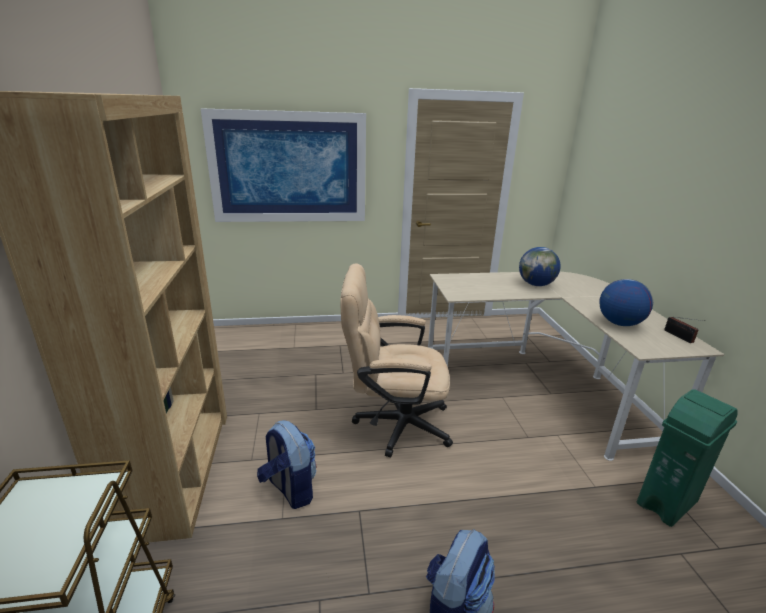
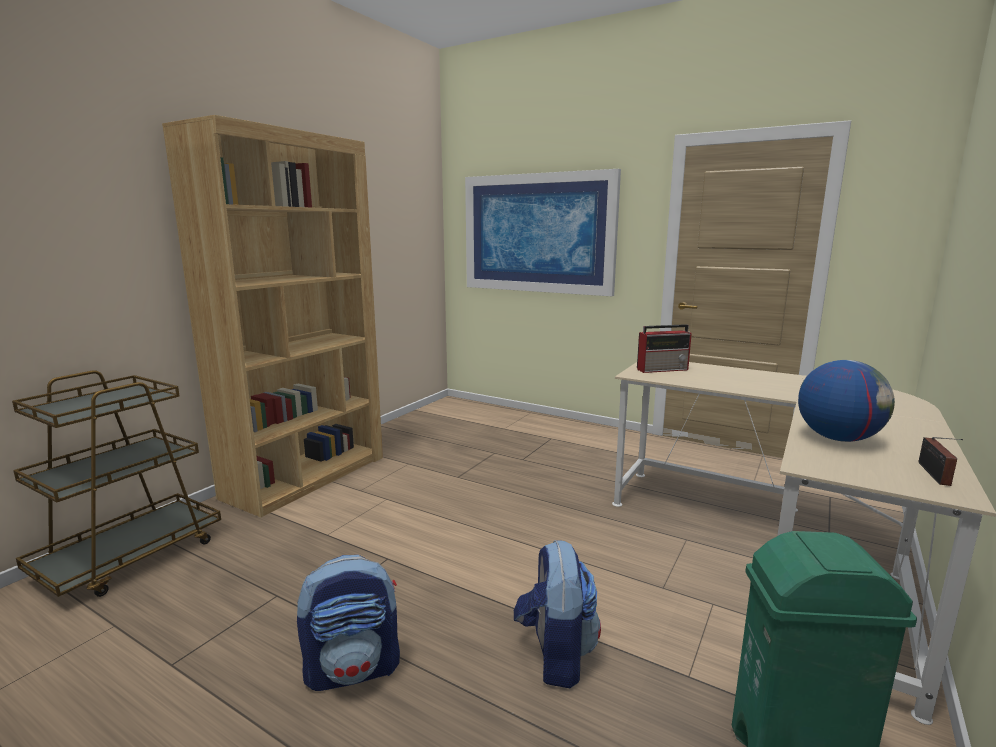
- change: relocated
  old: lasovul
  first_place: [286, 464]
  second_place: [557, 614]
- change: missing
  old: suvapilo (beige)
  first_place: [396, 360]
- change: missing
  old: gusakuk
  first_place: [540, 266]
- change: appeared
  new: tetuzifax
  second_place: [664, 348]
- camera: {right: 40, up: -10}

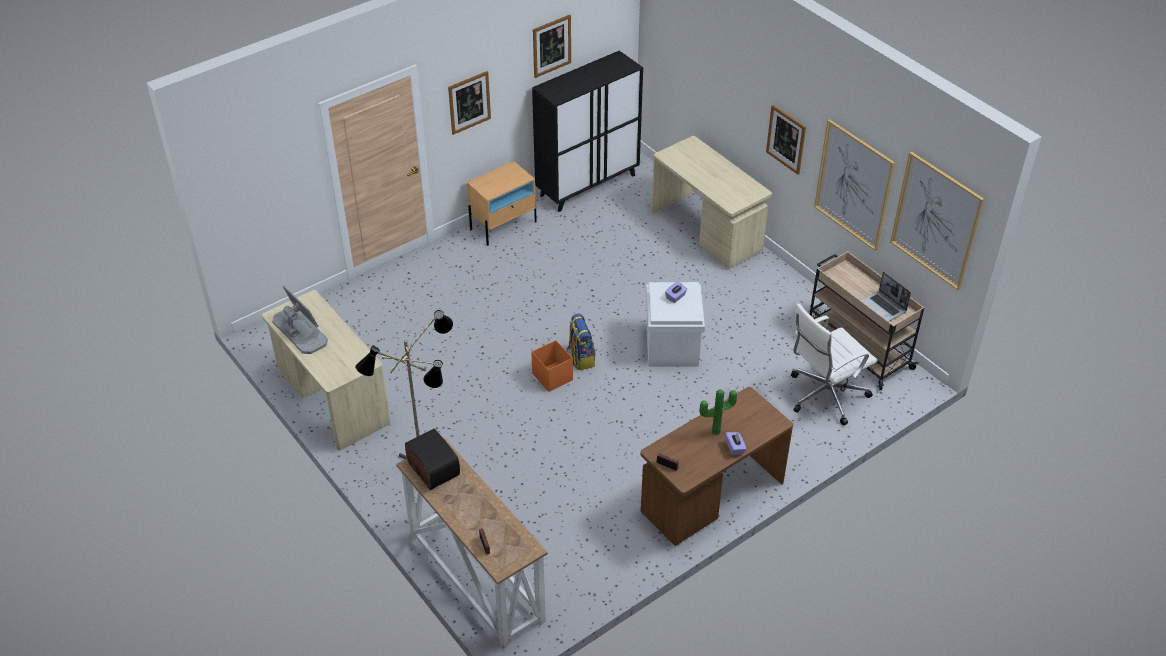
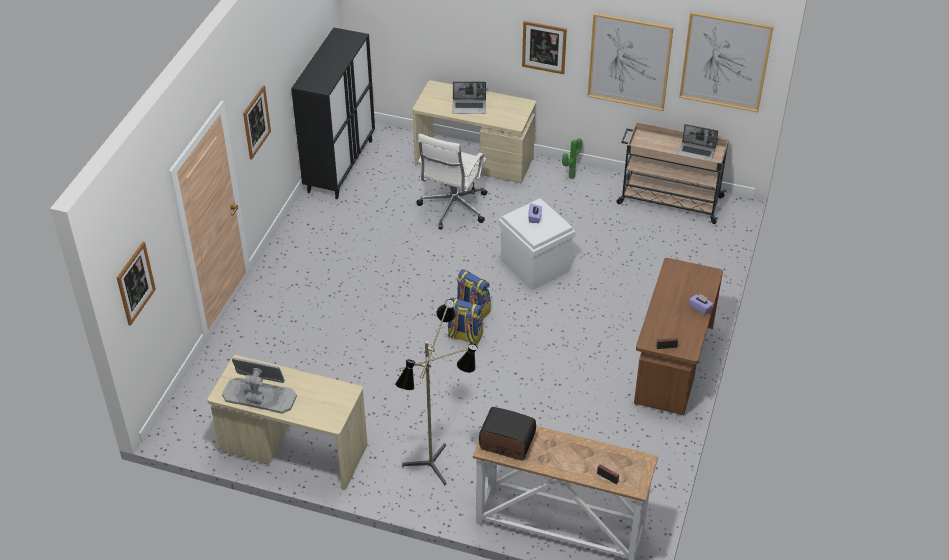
- change: missing
  old: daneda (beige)
  first_place: [502, 203]
- change: exchanged
  old: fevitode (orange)
  new: lasovul
  first_place: [552, 366]
  second_place: [465, 321]
- change: relocated
  old: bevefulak
  first_place: [552, 46]
  second_place: [136, 284]
- change: relocated
  old: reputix
  first_place: [718, 412]
  second_place: [572, 158]
- change: relocated
  old: suvapilo (white)
  first_place: [834, 364]
  second_place: [451, 181]
- change: appeared
  new: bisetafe
  second_place: [469, 97]
- camera: {right: -35, up: 0}

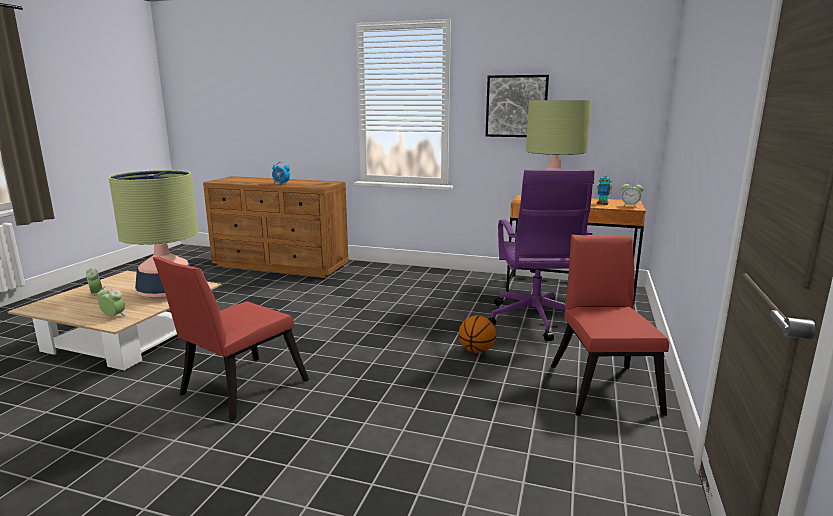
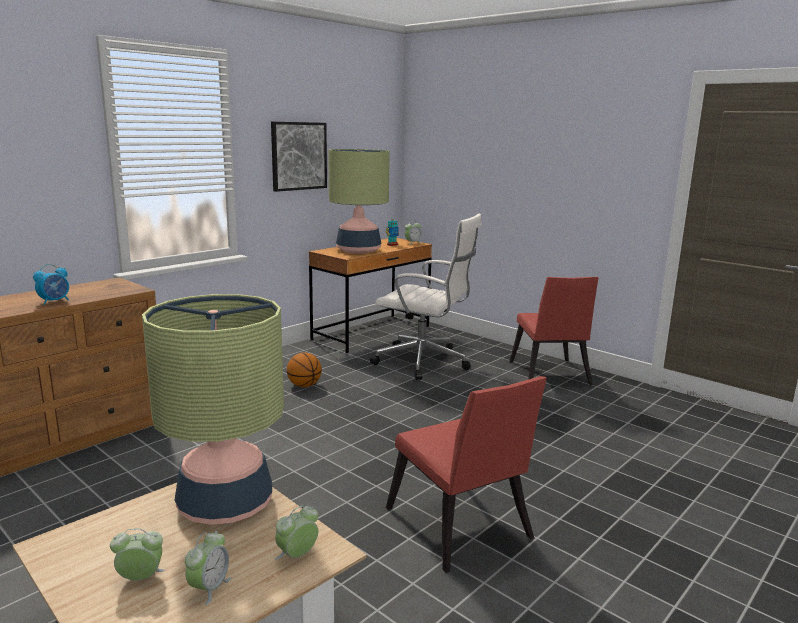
- change: relocated
  old: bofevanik
  first_place: [477, 334]
  second_place: [304, 370]
- change: colour
  old: suvapilo (purple)
  new: suvapilo (white)
  first_place: [541, 255]
  second_place: [426, 297]
- change: spun
  old: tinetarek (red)
  first_place: [610, 325]
  second_place: [554, 331]
  degrees: -120
- change: appeared
  new: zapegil
  second_place: [208, 568]
- camera: {right: -65, up: 0}

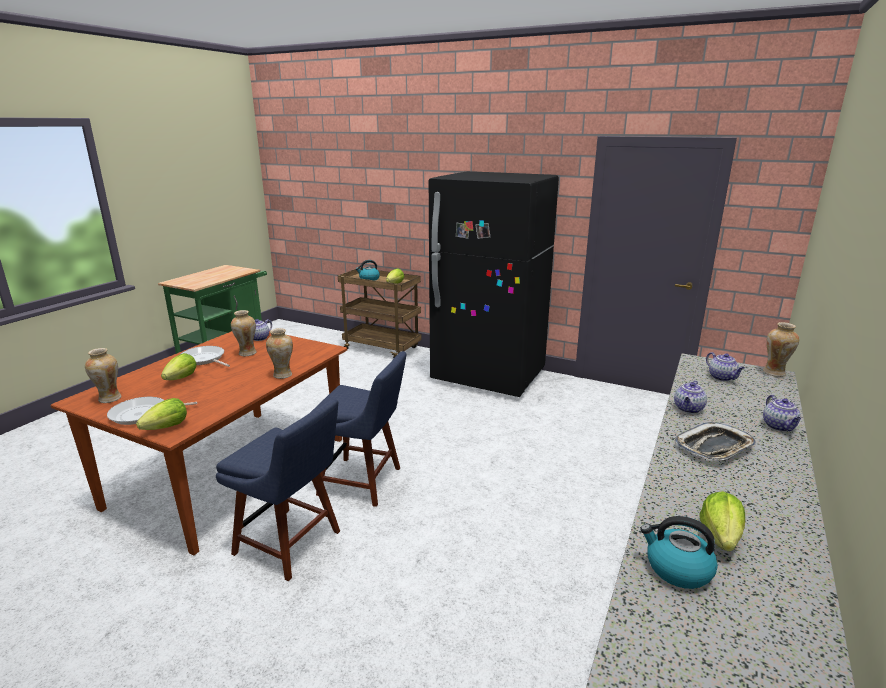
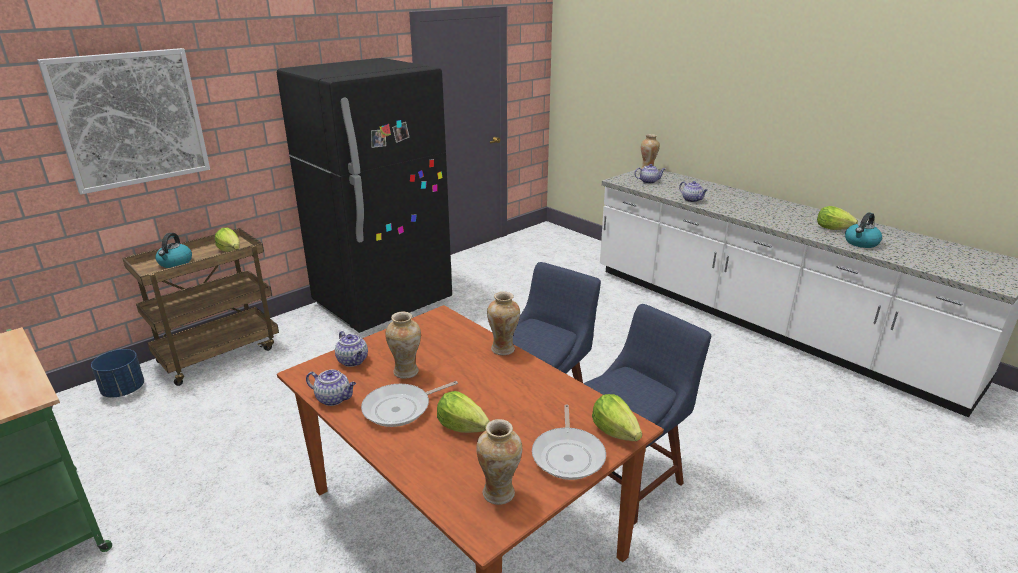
- change: missing
  old: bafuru
  first_place: [715, 441]
- change: relocated
  old: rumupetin
  first_place: [782, 413]
  second_place: [331, 388]
- change: appeared
  new: bevefulak
  second_place: [123, 121]
- change: appeared
  new: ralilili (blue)
  second_place: [117, 373]
- camera: {right: -70, up: 5}

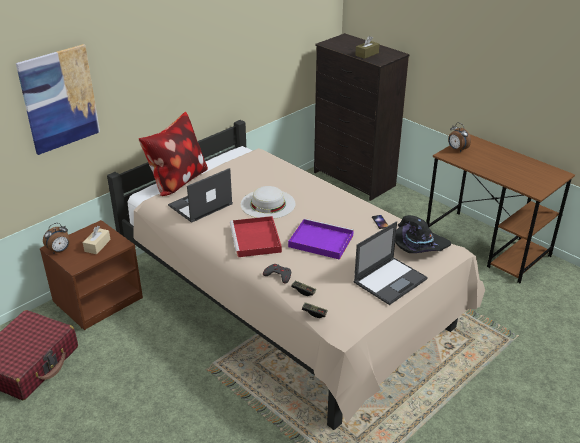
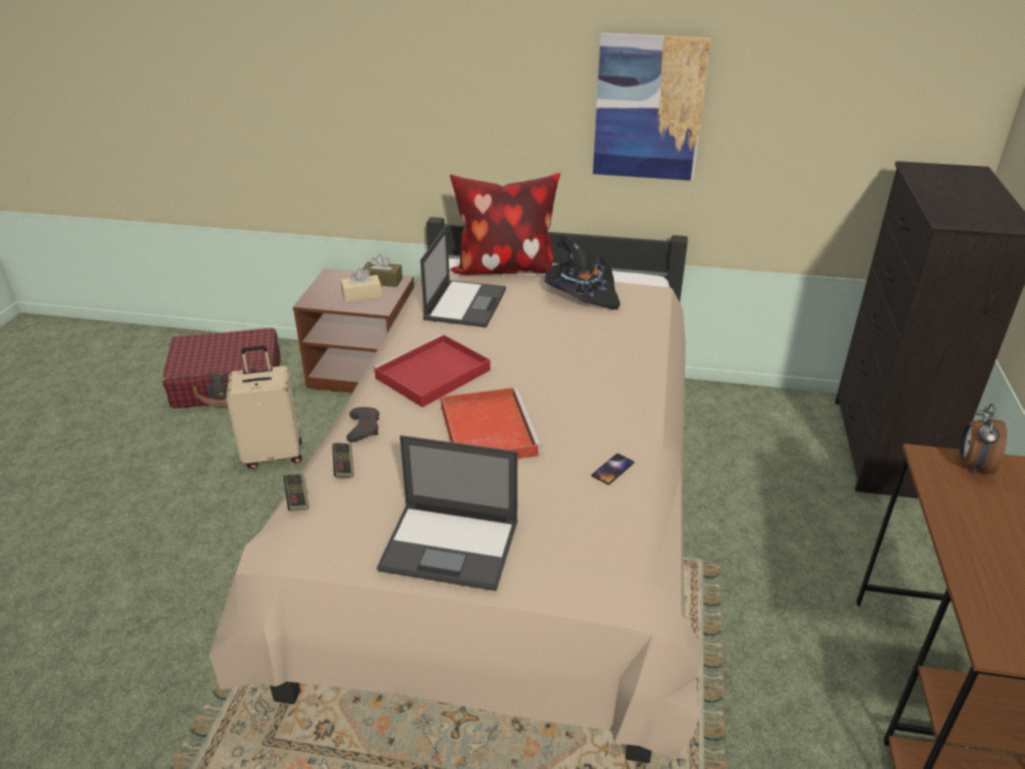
- change: relocated
  old: bevefulak
  first_place: [58, 99]
  second_place: [652, 107]
- change: missing
  old: zapegil
  first_place: [56, 238]
- change: spun
  old: bisetafe
  first_place: [200, 195]
  second_place: [463, 276]
  degrees: 90
- change: missing
  old: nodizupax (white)
  first_place: [268, 202]
- change: colour
  old: bafuru (purple)
  new: bafuru (red)
  first_place: [321, 239]
  second_place: [491, 423]
- change: relocated
  old: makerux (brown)
  first_place: [367, 47]
  second_place: [382, 270]
- change: relocated
  old: nodizupax (black)
  first_place: [423, 234]
  second_place: [582, 272]
- change: appeared
  new: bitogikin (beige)
  second_place: [264, 407]
- camera: {right: 55, up: 0}

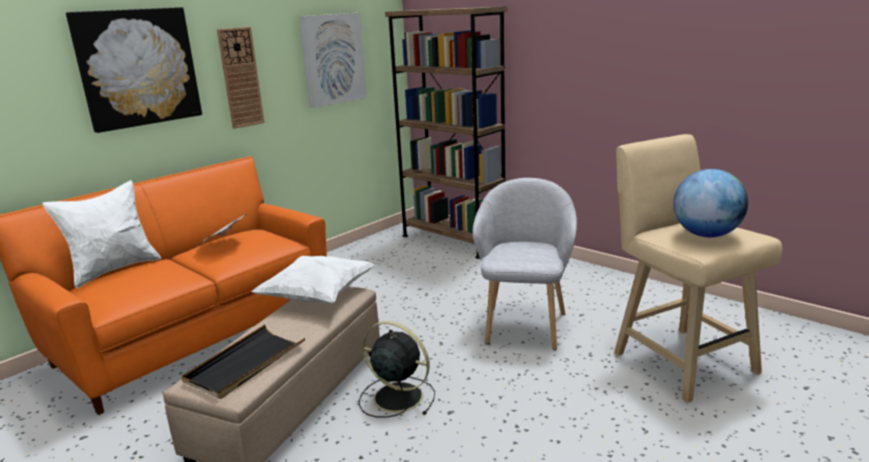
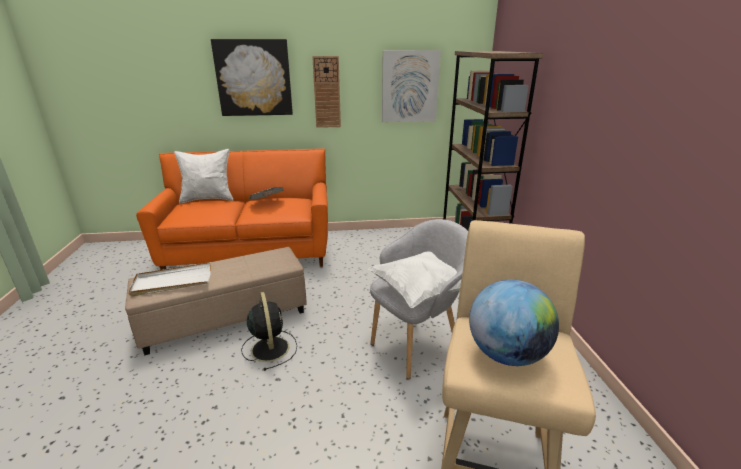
- change: colour
  old: bafuru (black)
  new: bafuru (white)
  first_place: [243, 361]
  second_place: [169, 279]
- change: relocated
  old: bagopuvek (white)
  first_place: [313, 280]
  second_place: [414, 279]
- camera: {right: 40, up: 5}

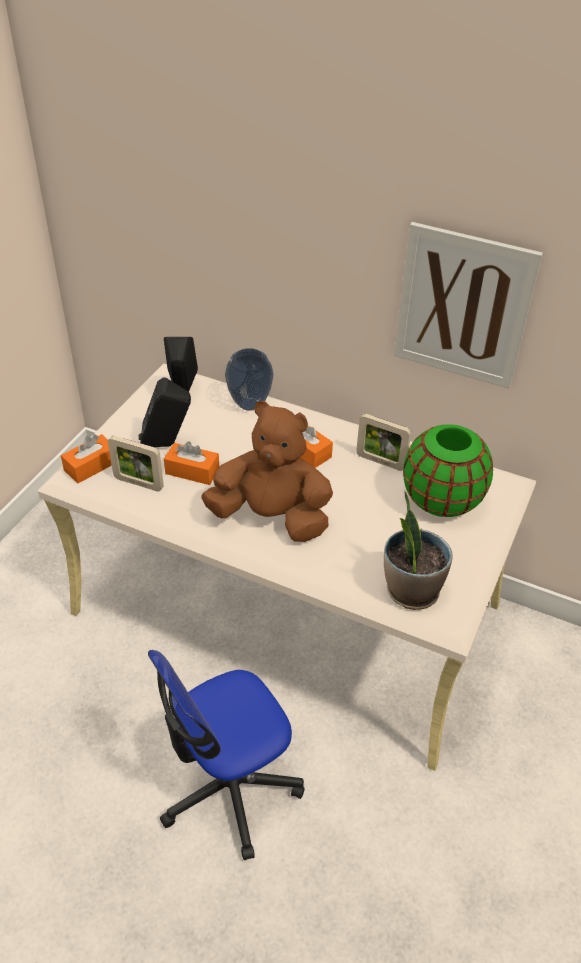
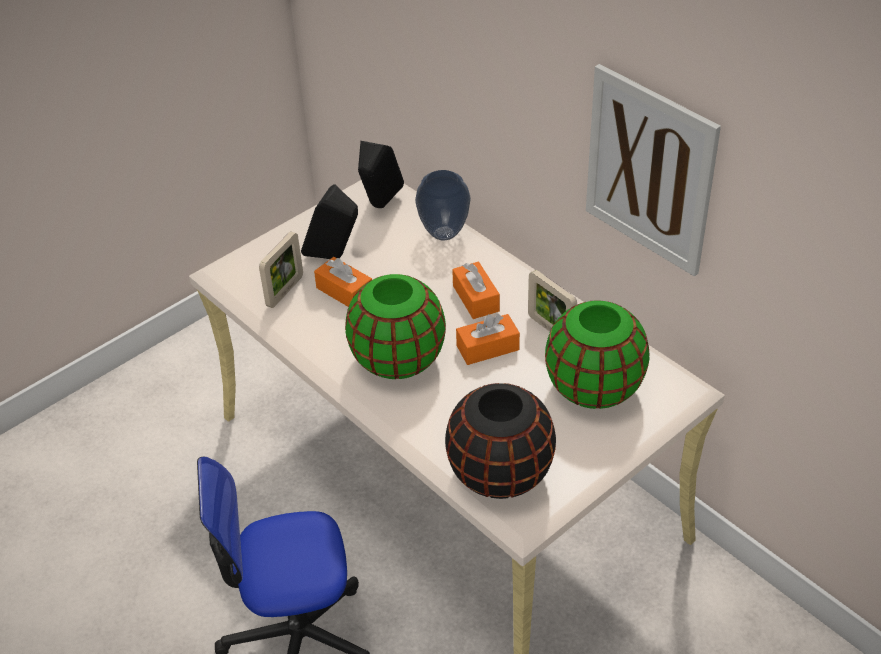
- change: relocated
  old: makerux (orange)
  first_place: [86, 458]
  second_place: [488, 339]
- change: spun
  old: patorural
  first_place: [136, 463]
  second_place: [281, 270]
  degrees: -105
- change: exchanged
  old: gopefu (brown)
  new: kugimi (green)
  first_place: [267, 471]
  second_place: [395, 326]
- change: exchanged
  old: reputix
  new: kugimi (black)
  first_place: [418, 550]
  second_place: [500, 441]
- camera: {right: 25, up: 0}

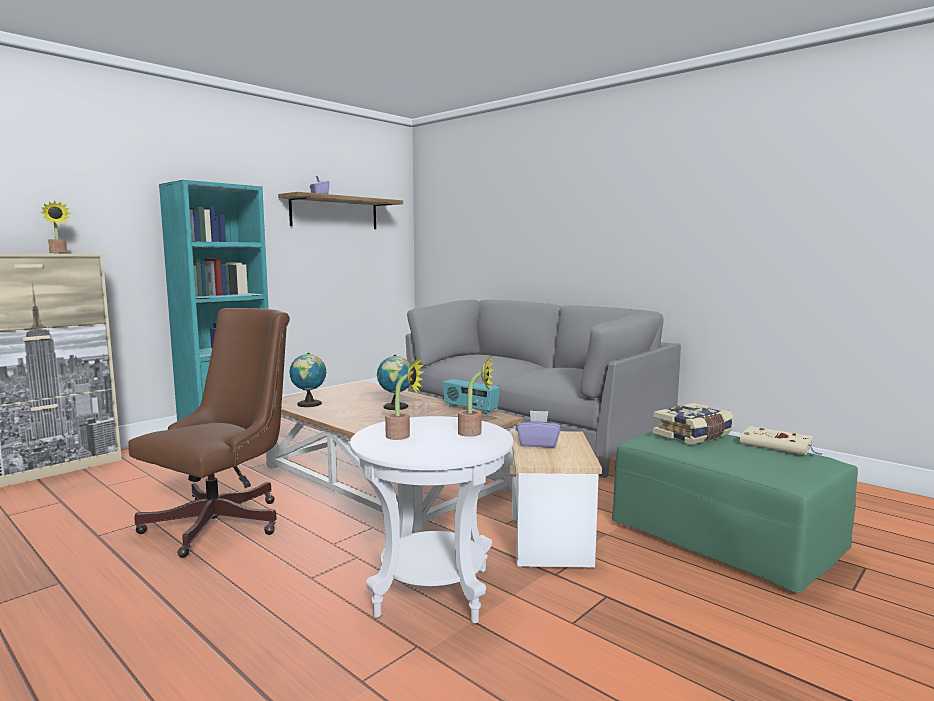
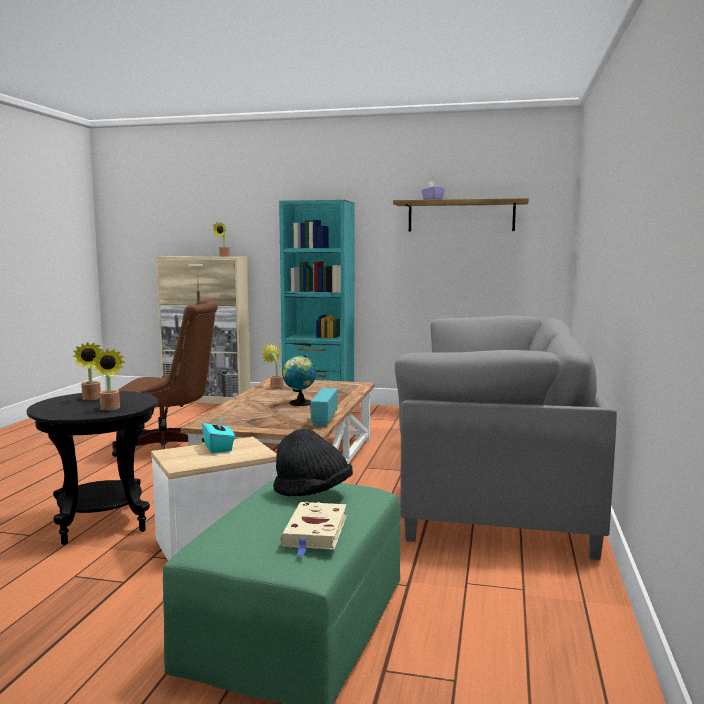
- change: exchanged
  old: gusakuk
  new: reputix
  first_place: [307, 380]
  second_place: [272, 366]
- change: colour
  old: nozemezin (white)
  new: nozemezin (black)
  first_place: [431, 520]
  second_place: [92, 468]
- change: colour
  old: makerux (purple)
  new: makerux (turquoise)
  first_place: [539, 429]
  second_place: [218, 434]
- change: exchanged
  old: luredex
  new: nodizupax (black)
  first_place: [693, 424]
  second_place: [313, 462]
- camera: {right: 60, up: 0}

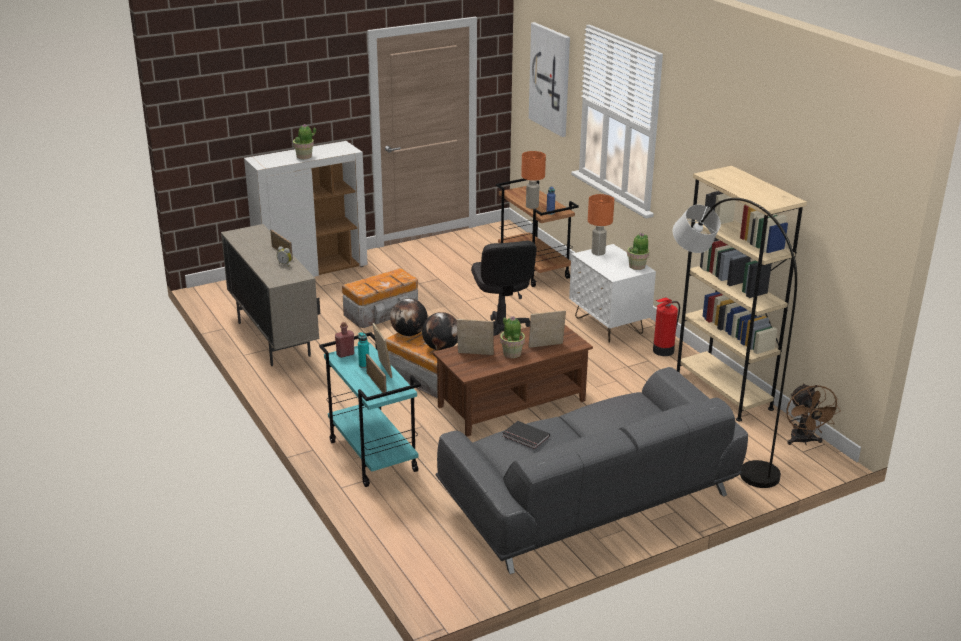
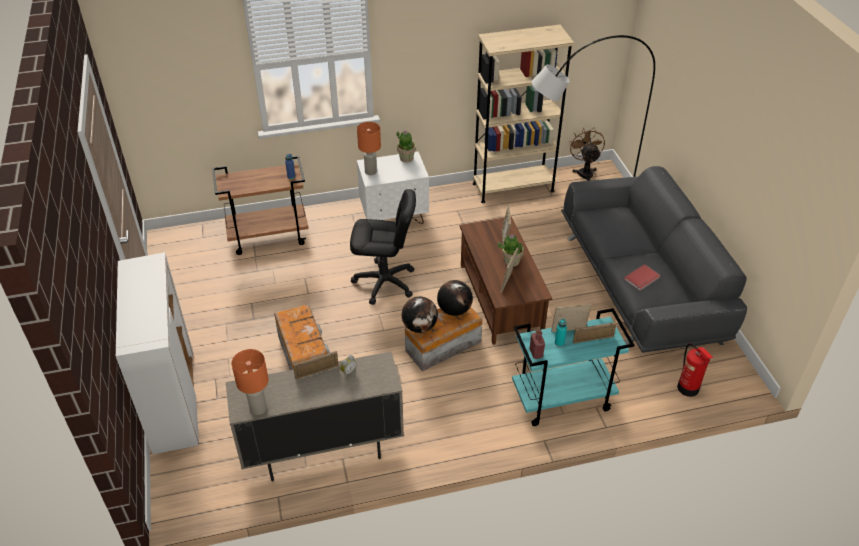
- change: missing
  old: reputix
  first_place: [304, 141]
- change: colour
  old: luredex (black)
  new: luredex (red)
  first_place: [526, 435]
  second_place: [642, 277]
- change: relocated
  old: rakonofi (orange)
  first_place: [533, 180]
  second_place: [250, 382]
- change: missing
  old: bevefulak
  first_place: [549, 79]
- change: relocated
  old: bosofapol
  first_place: [666, 327]
  second_place: [695, 370]
- change: spun
  old: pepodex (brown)
  first_place: [813, 414]
  second_place: [587, 154]
  degrees: -105
- camera: {right: -75, up: 15}

